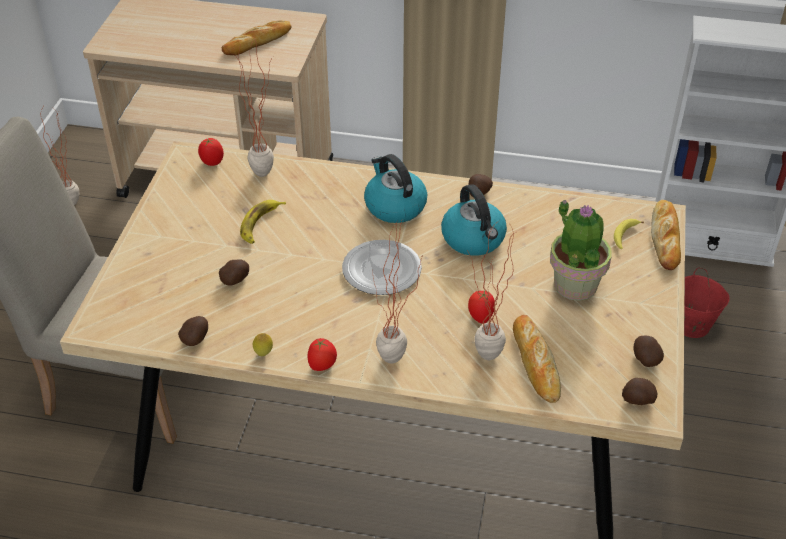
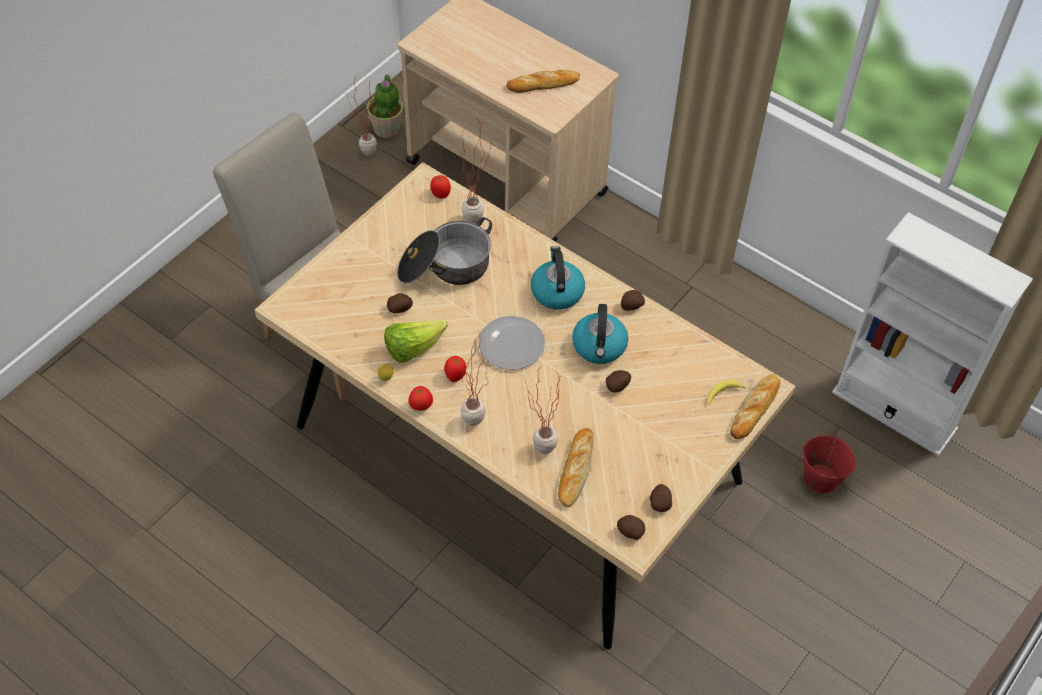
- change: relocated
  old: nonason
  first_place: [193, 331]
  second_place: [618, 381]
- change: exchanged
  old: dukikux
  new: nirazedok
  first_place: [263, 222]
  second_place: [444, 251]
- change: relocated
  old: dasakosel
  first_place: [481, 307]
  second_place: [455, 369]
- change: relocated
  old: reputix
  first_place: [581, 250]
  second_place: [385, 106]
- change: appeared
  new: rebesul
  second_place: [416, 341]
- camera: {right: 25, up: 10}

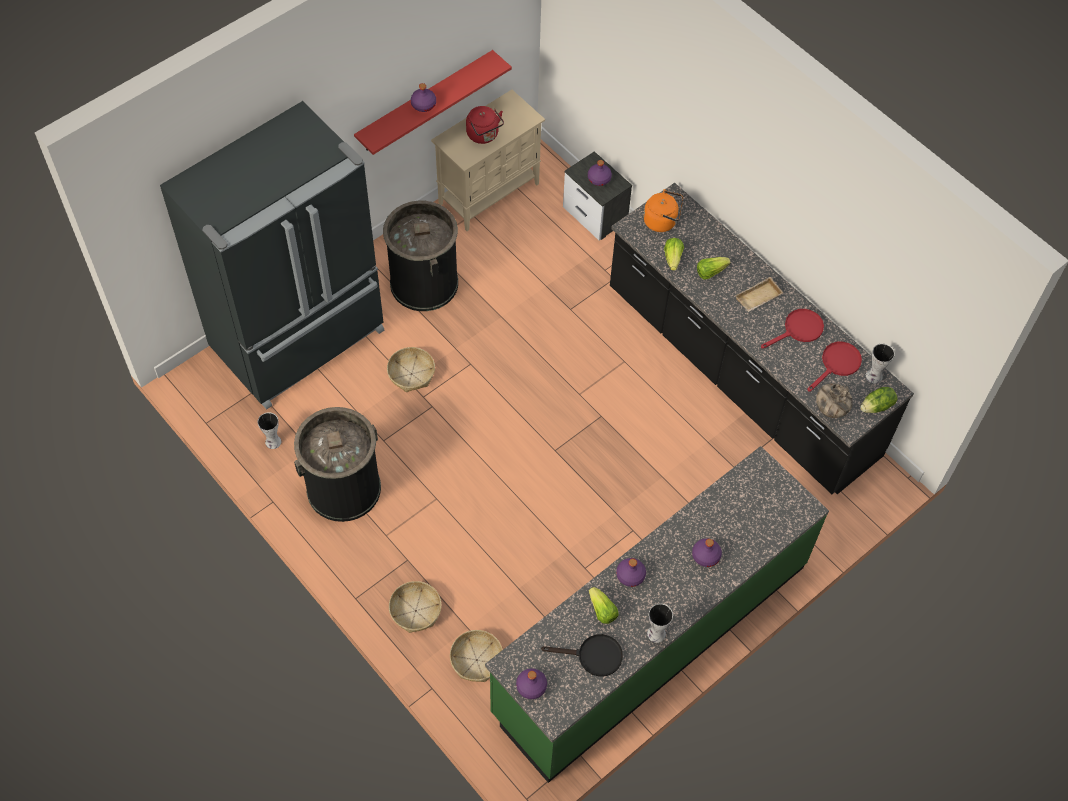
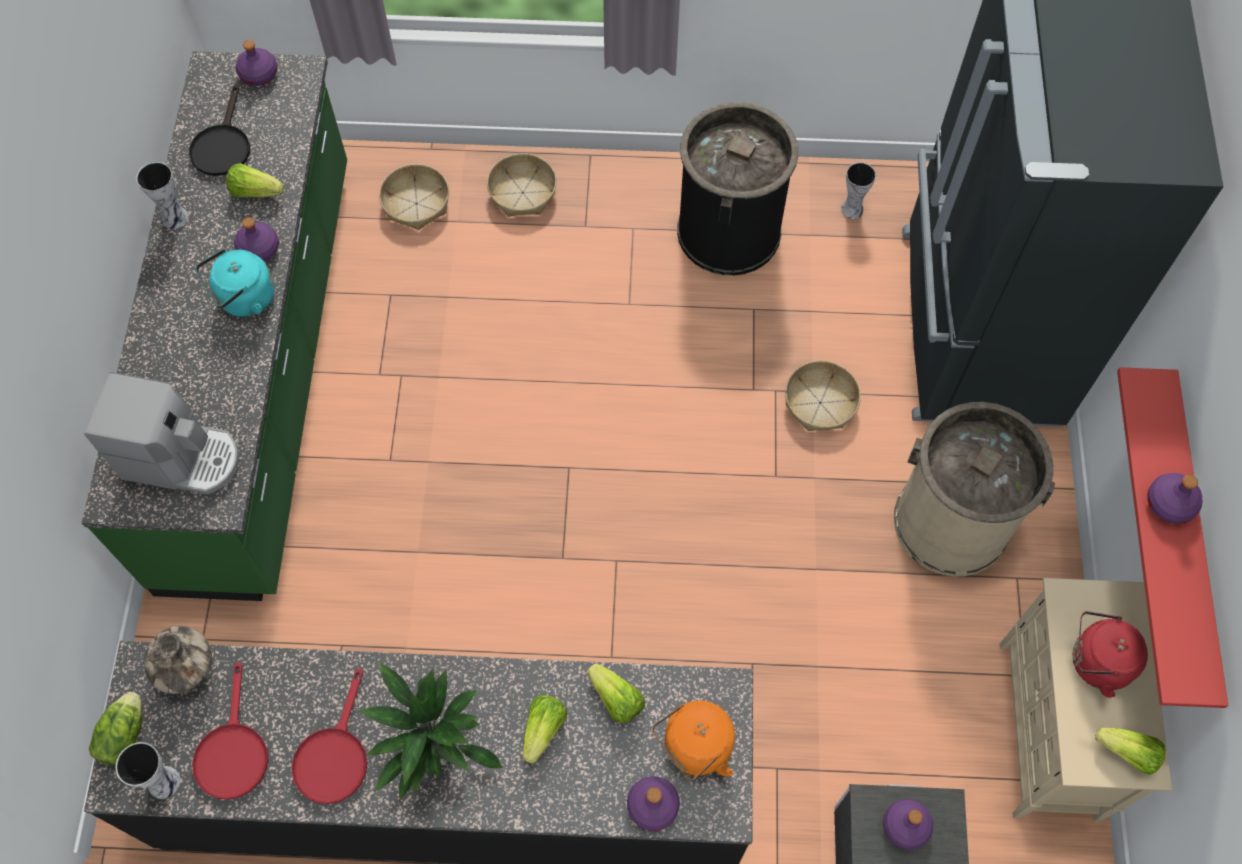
- change: colour
  old: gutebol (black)
  new: gutebol (beige)
  first_place: [420, 256]
  second_place: [974, 489]
- change: spun
  old: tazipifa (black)
  first_place: [582, 655]
  second_place: [219, 130]
  degrees: -45
- change: relocated
  old: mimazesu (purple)
  first_place: [707, 552]
  second_place: [653, 803]
- change: exchanged
  old: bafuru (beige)
  new: reputix
  first_place: [759, 294]
  second_place: [430, 731]
- change: appeared
  new: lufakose
  second_place: [161, 433]
- change: appeared
  new: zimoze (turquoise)
  second_place: [235, 283]
- change: appeared
  new: rebesul
  second_place: [1130, 751]
- camera: {right: 135, up: 5}

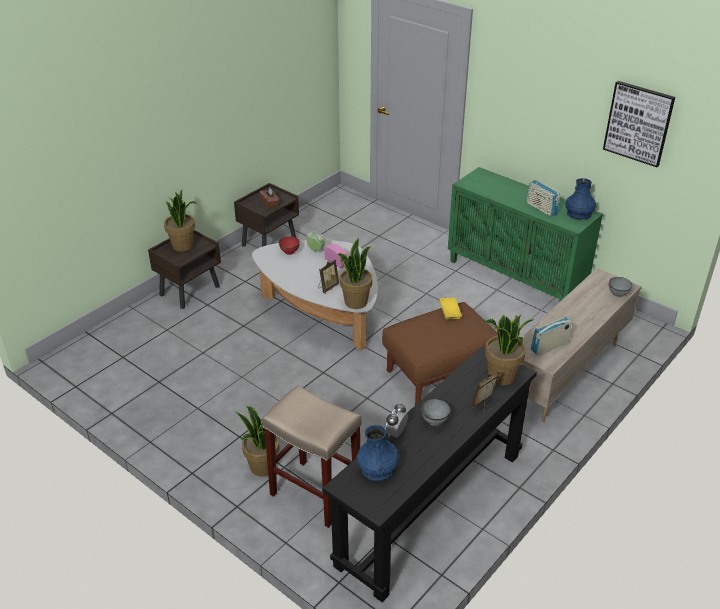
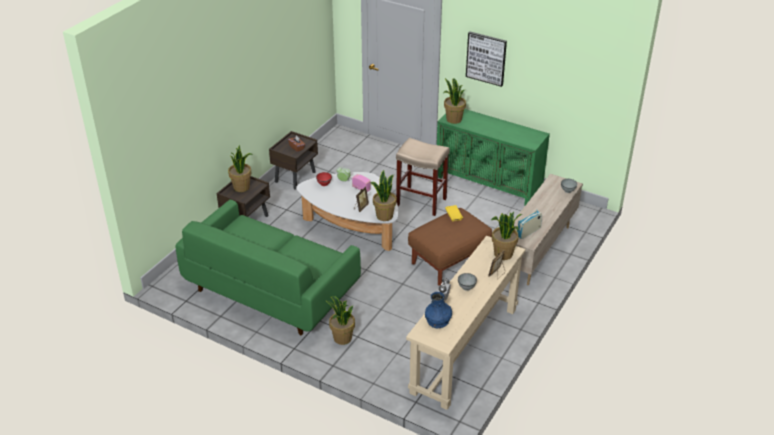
- change: relocated
  old: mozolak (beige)
  first_place: [312, 456]
  second_place: [423, 177]
- change: colour
  old: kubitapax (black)
  new: kubitapax (beige)
  first_place: [429, 473]
  second_place: [465, 323]
- change: missing
  old: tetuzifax
  first_place: [543, 197]
- change: missing
  old: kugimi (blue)
  first_place: [580, 199]
- change: relocated
  old: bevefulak
  first_place: [639, 124]
  second_place: [486, 59]
- change: appeared
  new: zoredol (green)
  second_place: [268, 268]
- change: appeared
  new: reputix
  second_place: [455, 101]
- camera: {right: -10, up: 0}

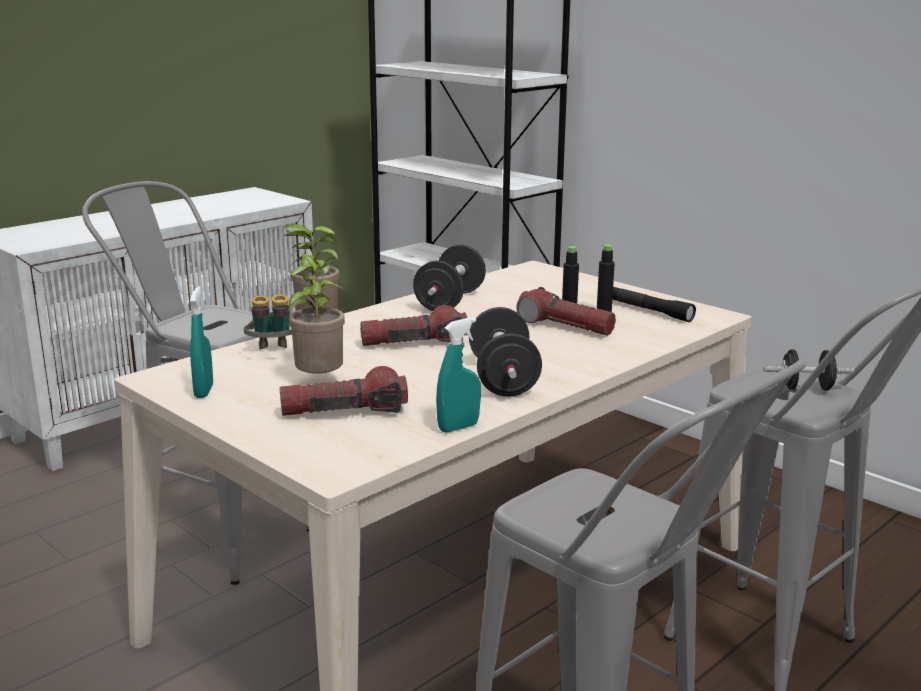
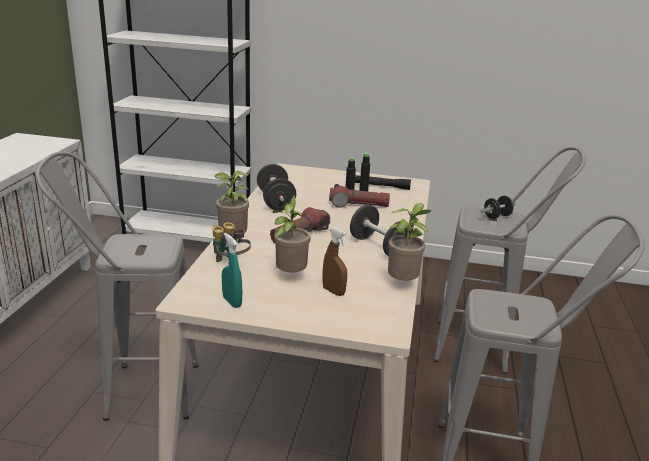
- change: exchanged
  old: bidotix
  new: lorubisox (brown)
  first_place: [344, 391]
  second_place: [335, 261]
- change: exchanged
  old: lorubisox (turquoise)
  new: reputix
  first_place: [458, 374]
  second_place: [409, 242]
- camera: {right: -35, up: 5}

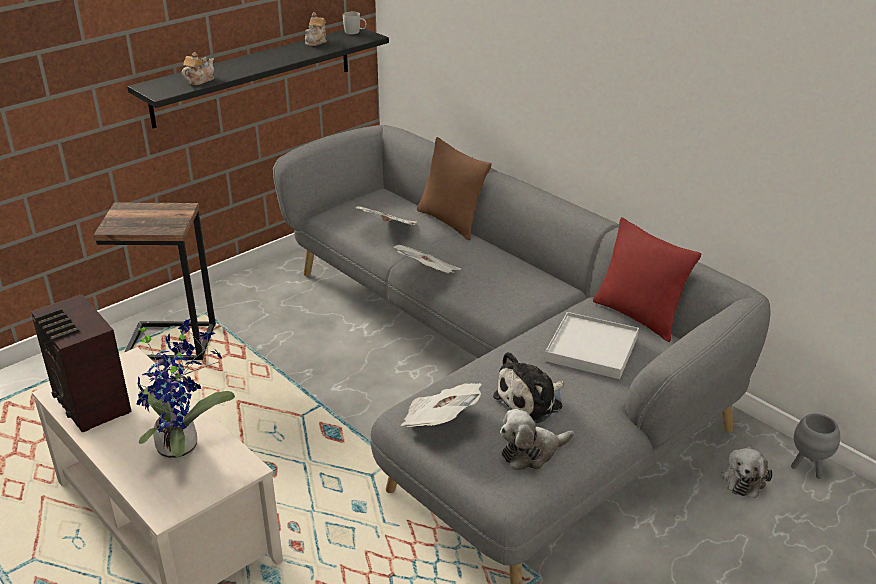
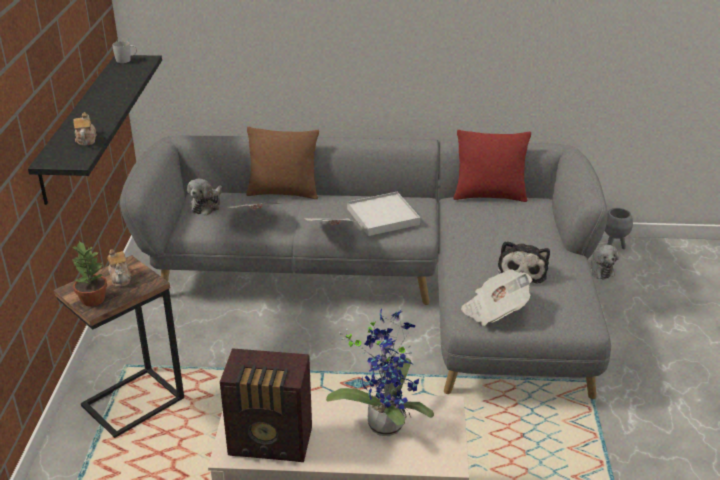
- change: relocated
  old: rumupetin
  first_place: [316, 29]
  second_place: [119, 268]
- change: relocated
  old: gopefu
  first_place: [537, 439]
  second_place: [204, 197]
- change: relocated
  old: bafuru (white)
  first_place: [591, 345]
  second_place: [383, 214]
- change: appeared
  new: reputix
  second_place: [89, 273]
- camera: {right: -45, up: 0}

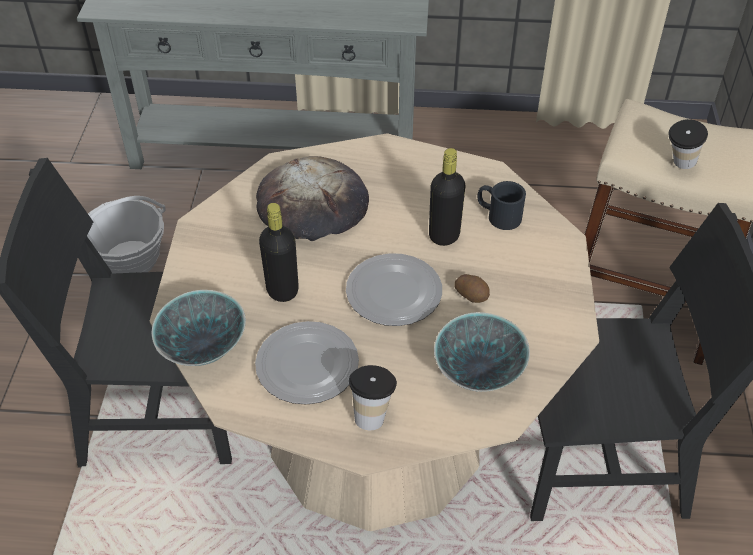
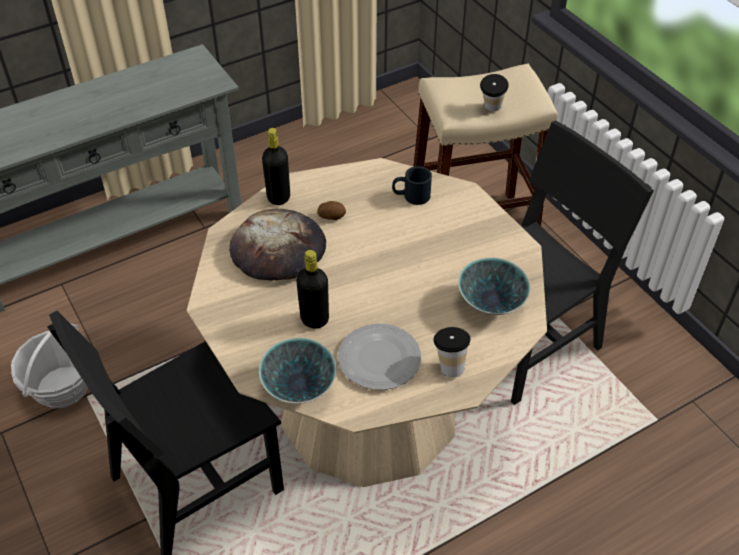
- change: missing
  old: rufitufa
  first_place: [394, 289]
- change: relocated
  old: mimazesu (black)
  first_place: [447, 197]
  second_place: [276, 166]
- change: relocated
  old: nonason
  first_place: [472, 288]
  second_place: [331, 210]
- camera: {right: -35, up: 0}

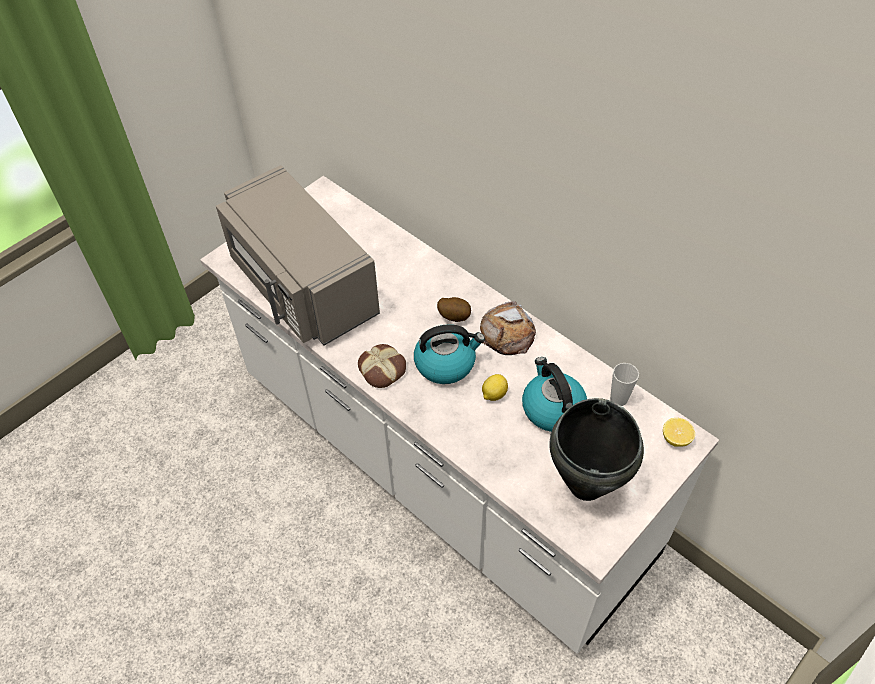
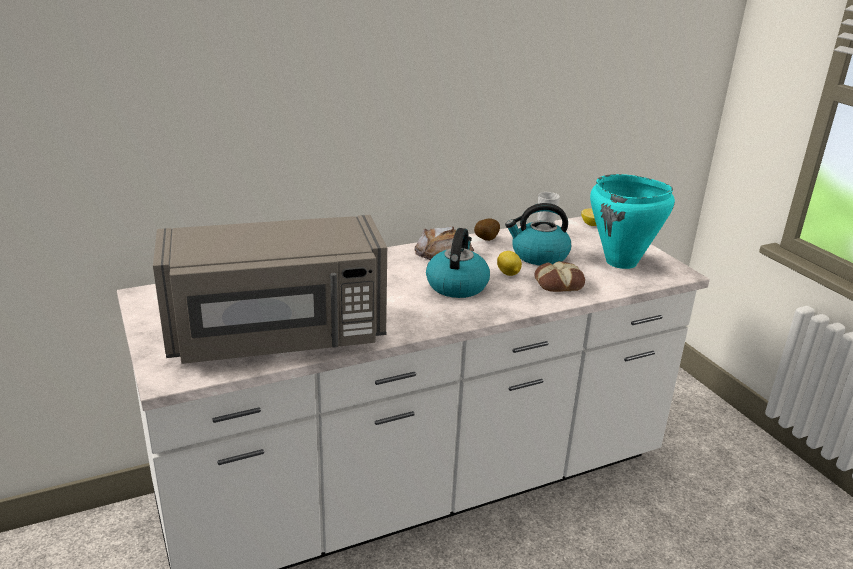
- change: relocated
  old: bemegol
  first_place: [382, 366]
  second_place: [559, 276]
- change: relocated
  old: nonason
  first_place: [454, 309]
  second_place: [487, 230]
- change: colour
  old: nirazedok (black)
  new: nirazedok (turquoise)
  first_place: [596, 449]
  second_place: [632, 221]
- camera: {right: -70, up: -25}

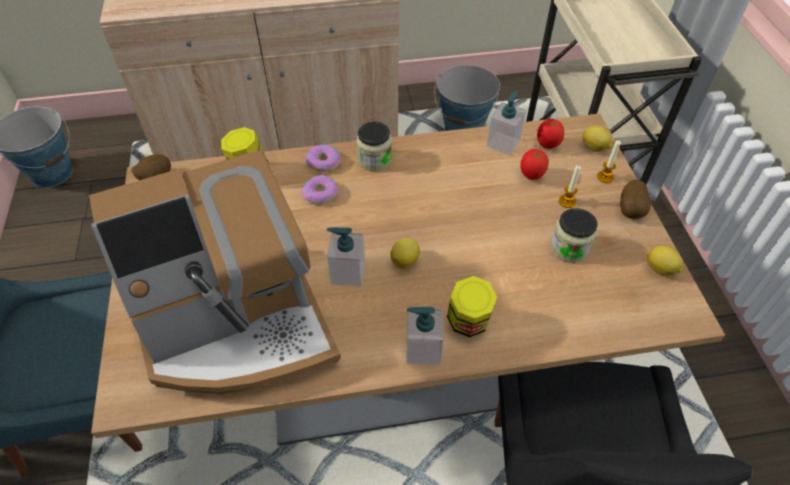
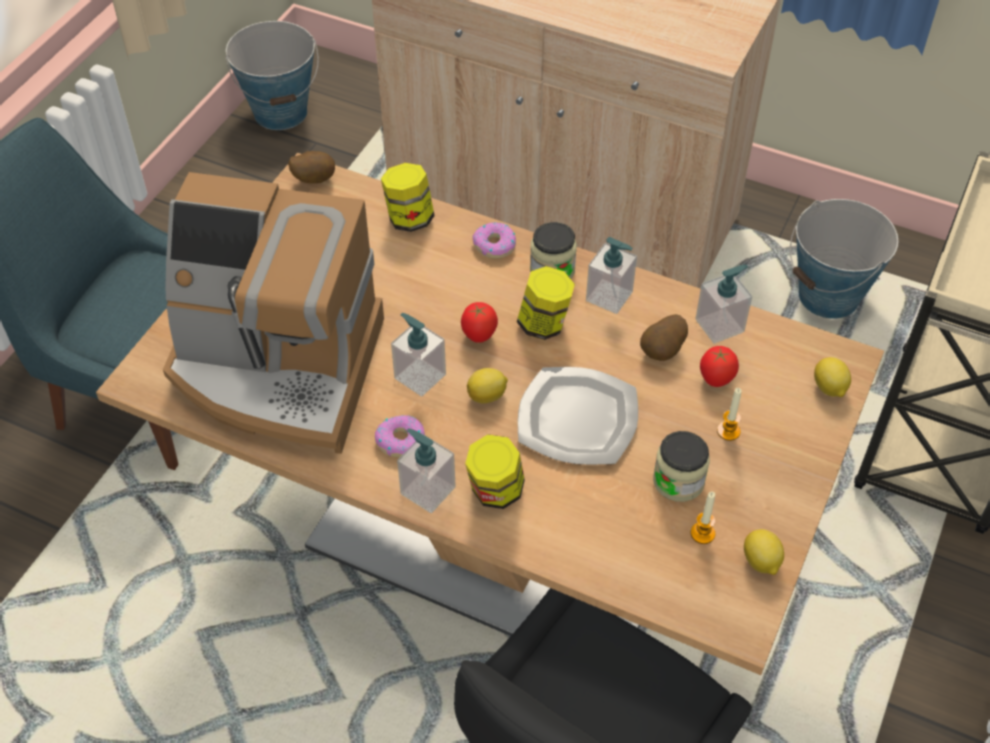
- change: relocated
  old: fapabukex
  first_place: [320, 190]
  second_place: [400, 436]
- change: relocated
  old: dasakosel
  first_place: [550, 134]
  second_place: [479, 322]
- change: relocated
  old: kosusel
  first_place: [609, 161]
  second_place: [703, 518]
- change: relocated
  old: nonason
  first_place: [636, 199]
  second_place: [664, 337]
- change: appeared
  new: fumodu
  second_place: [546, 303]
- change: appeared
  new: rufitufa
  second_place: [578, 416]
- change: appeared
  new: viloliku
  second_place: [611, 275]
- camera: {right: 35, up: 0}

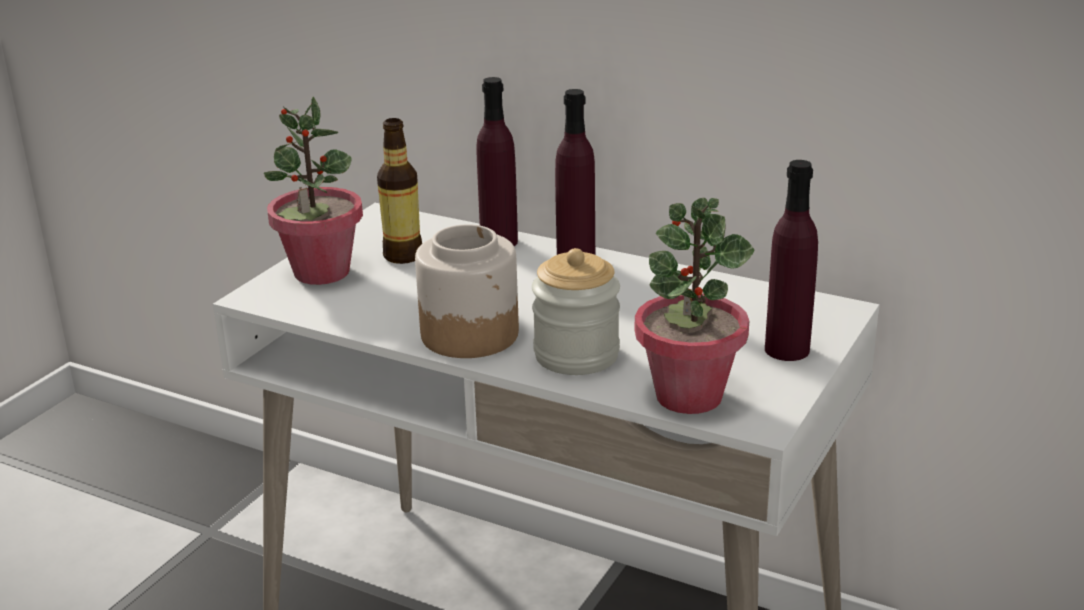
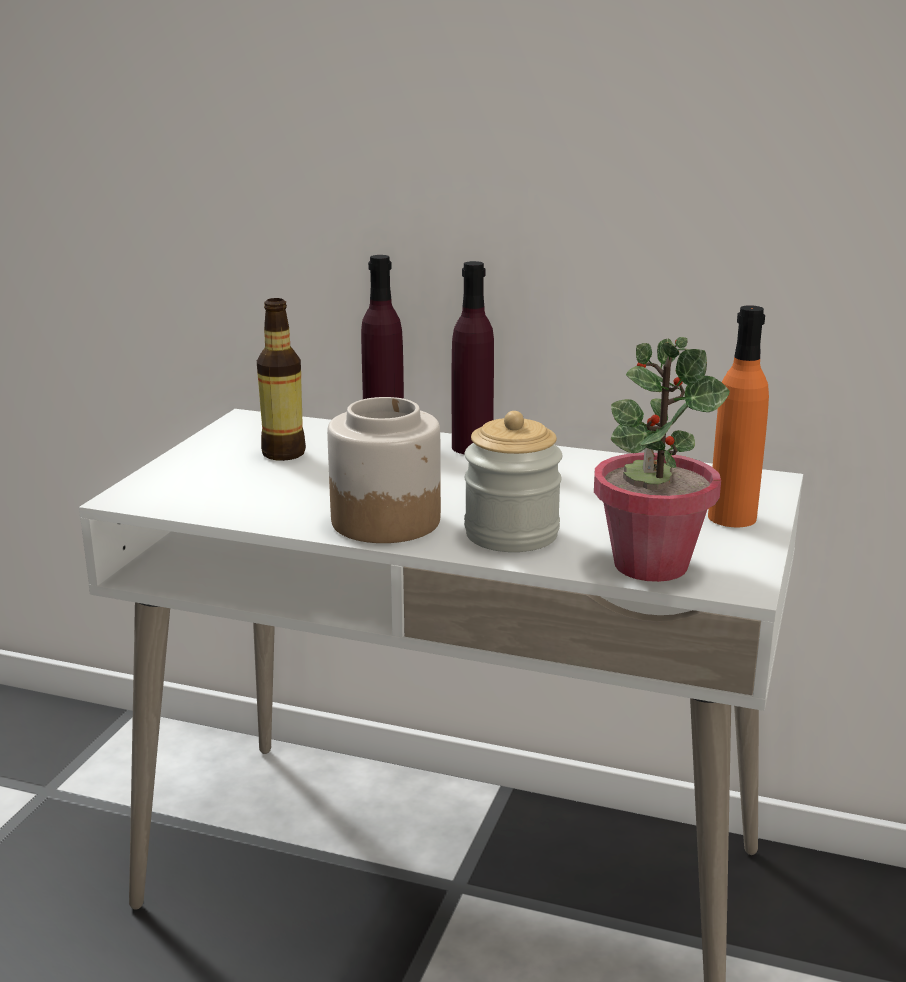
- change: missing
  old: reputix
  first_place: [313, 191]
- change: colour
  old: mimazesu (purple)
  new: mimazesu (orange)
  first_place: [791, 260]
  second_place: [738, 416]
- camera: {right: -10, up: -5}

